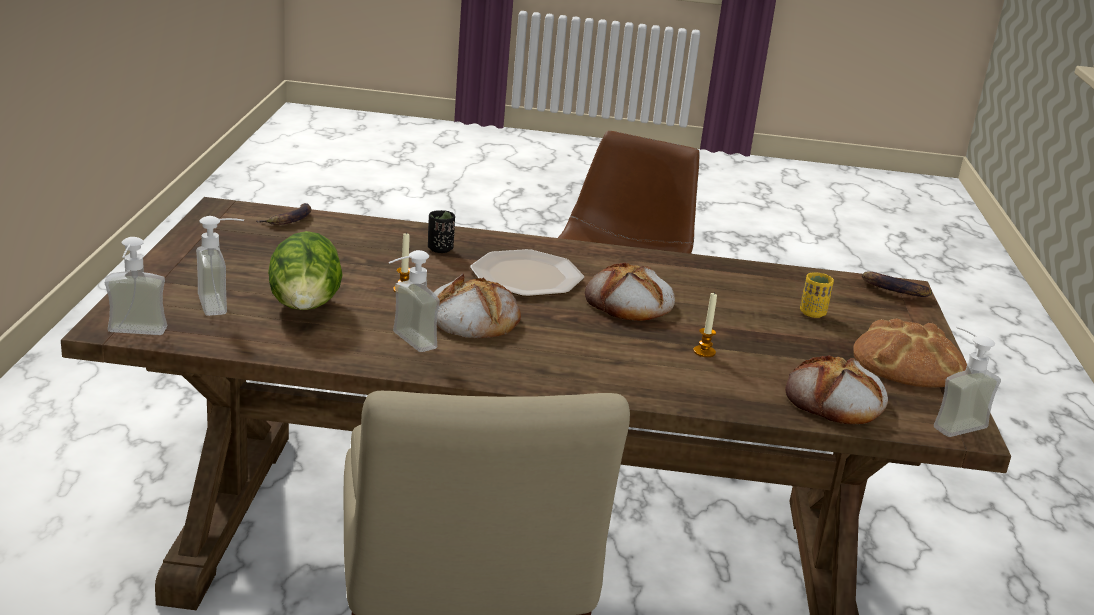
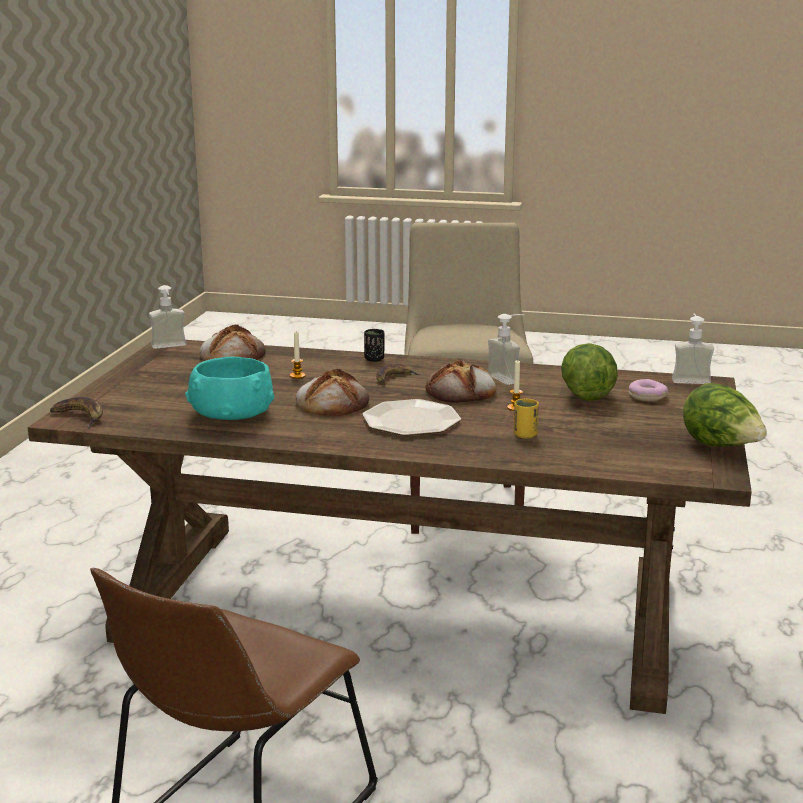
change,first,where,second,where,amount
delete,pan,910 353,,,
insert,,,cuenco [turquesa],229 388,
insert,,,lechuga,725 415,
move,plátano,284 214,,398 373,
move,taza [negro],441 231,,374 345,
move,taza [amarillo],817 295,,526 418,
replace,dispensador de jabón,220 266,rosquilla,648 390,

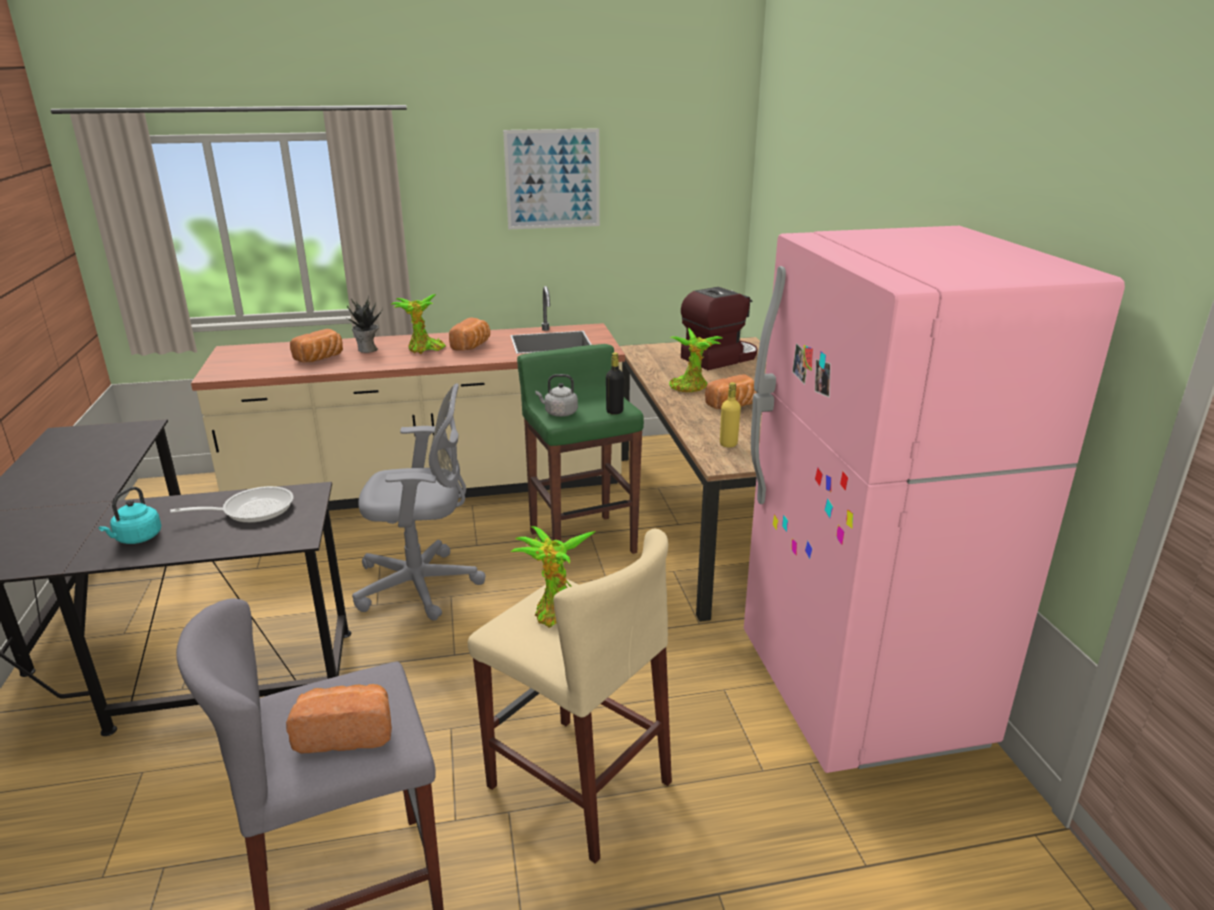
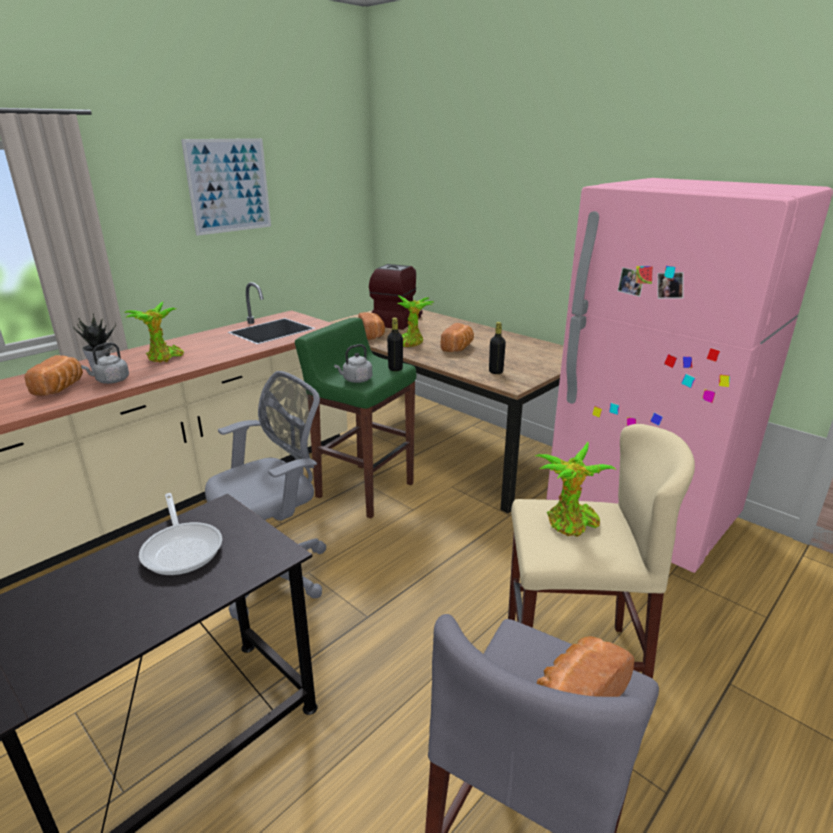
change,first,where,second,where,amount
delete,hervidor [turquesa],130 515,,,
insert,,,hervidor [gris],105 363,
move,pan,469 334,,371 326,
recolor,botella [amarillo],730 415,botella [negro],497 348,
rotate,sartén,231 504,,180 534,120 degrees clockwise

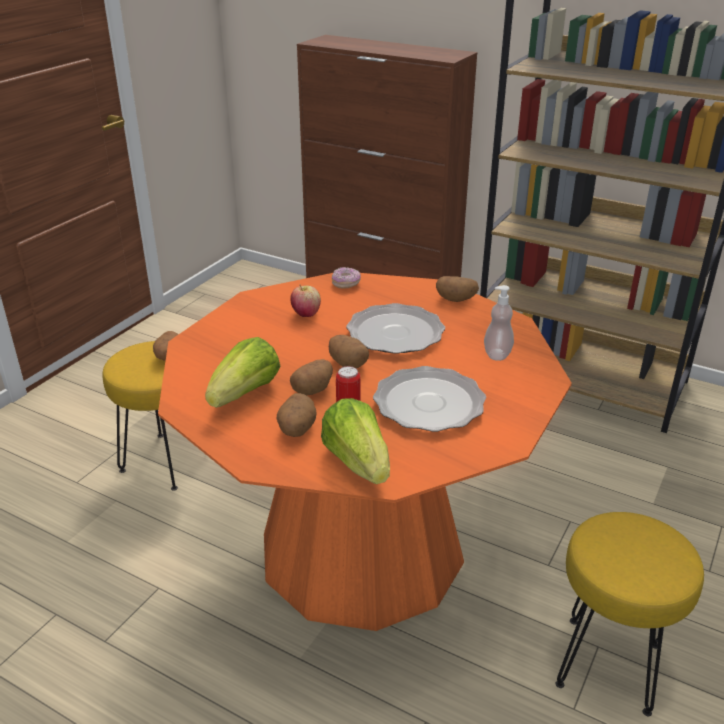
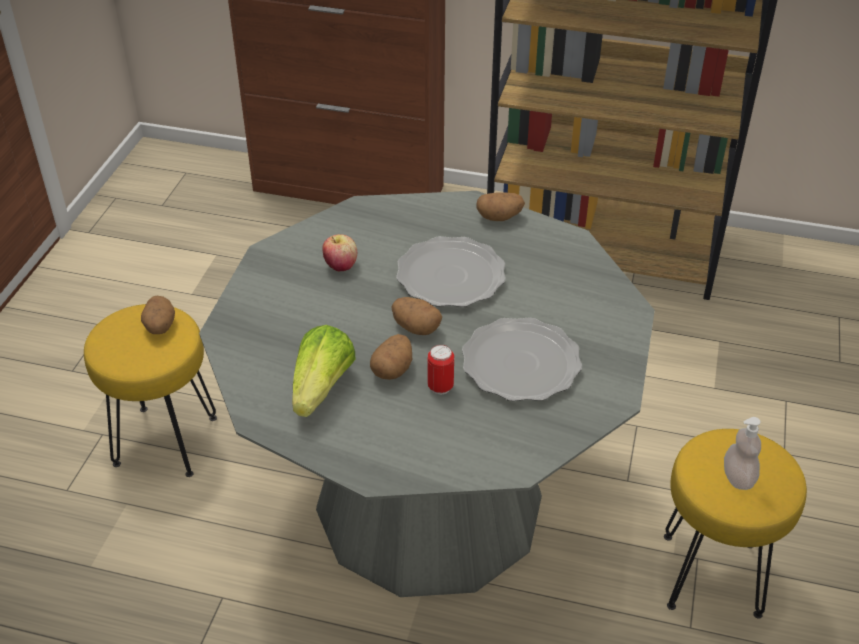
change,first,where,second,where,amount
delete,patata,296 415,,,
delete,lechuga,355 441,,,
delete,rosquilla,346 278,,,
move,dispensador de jabón,499 323,,742 453,
recolor,mesa de comedor [naranja],365 452,mesa de comedor [gris],427 394,

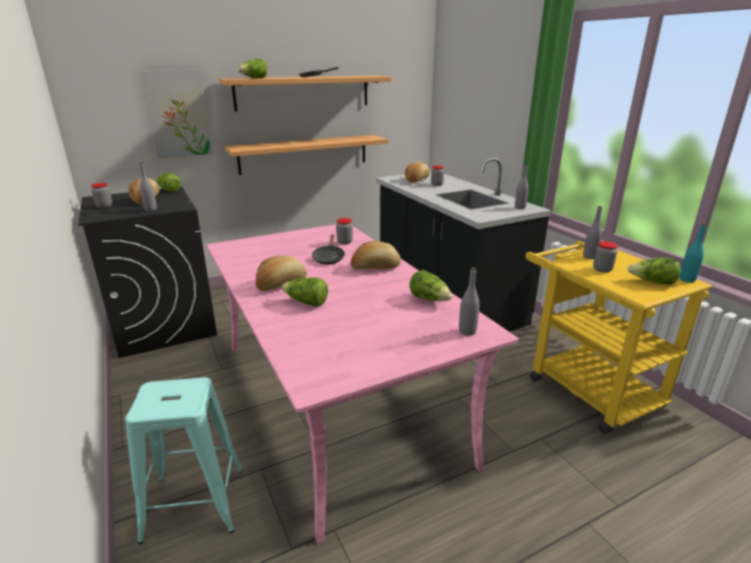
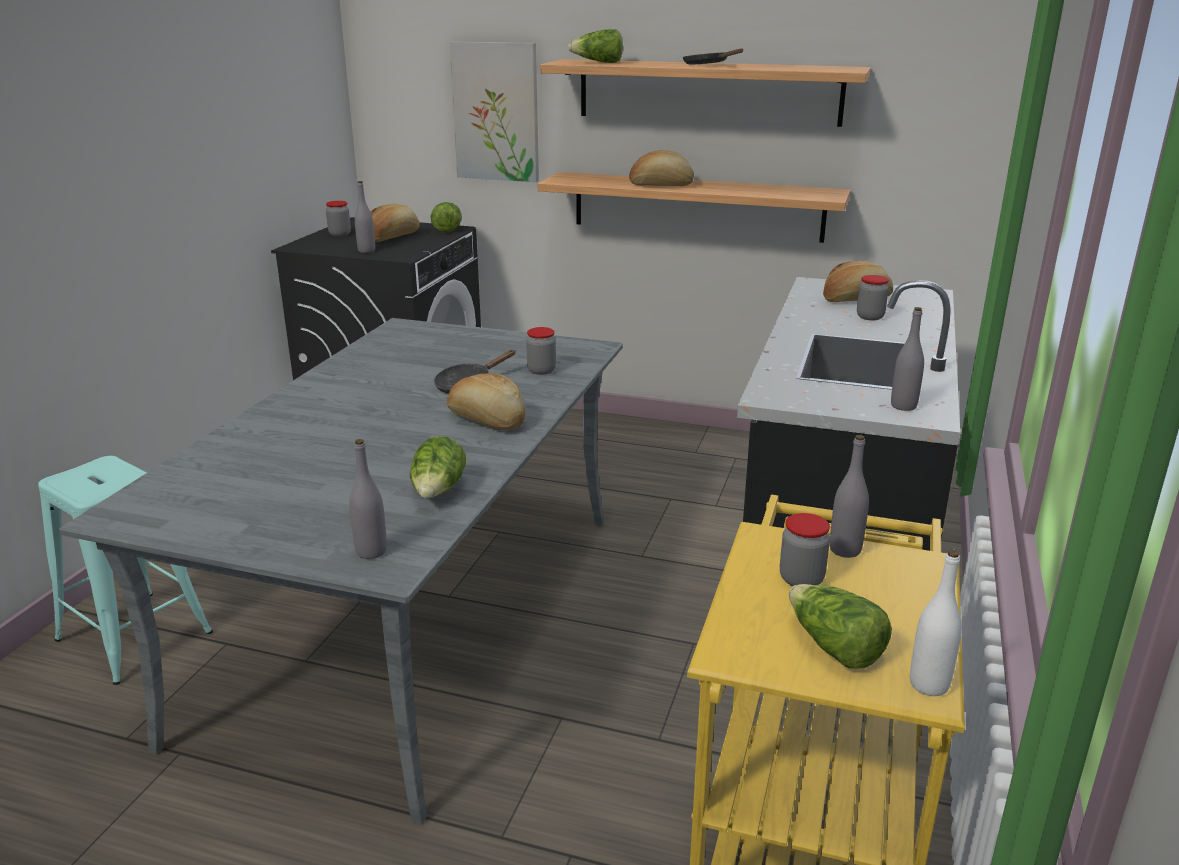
change,first,where,second,where,amount
delete,lechuga,304 292,,,
move,pan,281 273,,661 168,
recolor,mesa de comedor [rosa],362 383,mesa de comedor [gris],341 571,
recolor,botella [turquesa],692 253,botella [blanco],936 622,

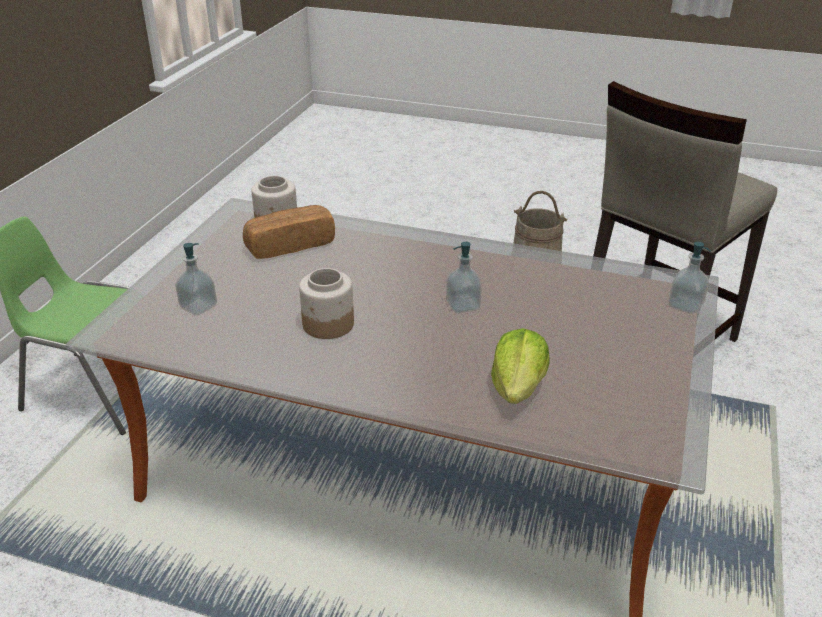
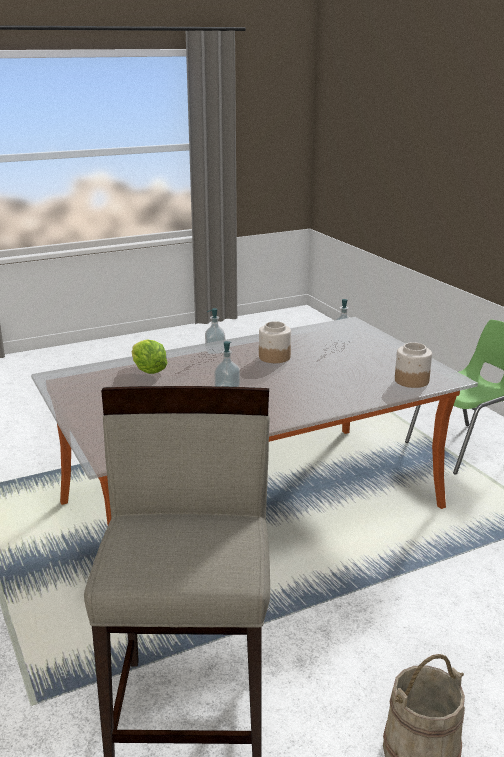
change,first,where,second,where,amount
delete,pan,289 232,,,
move,dispensador de jabón,689 278,,215 331,

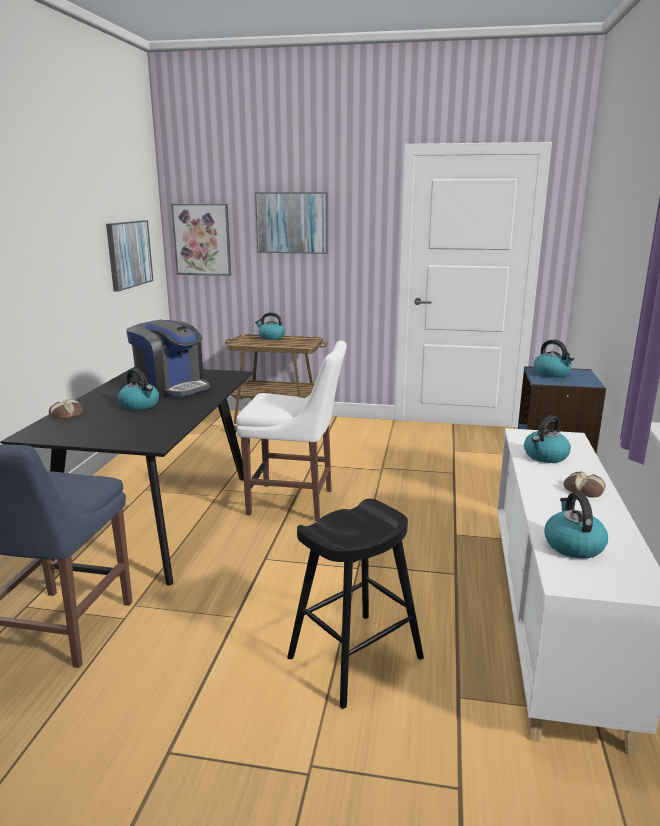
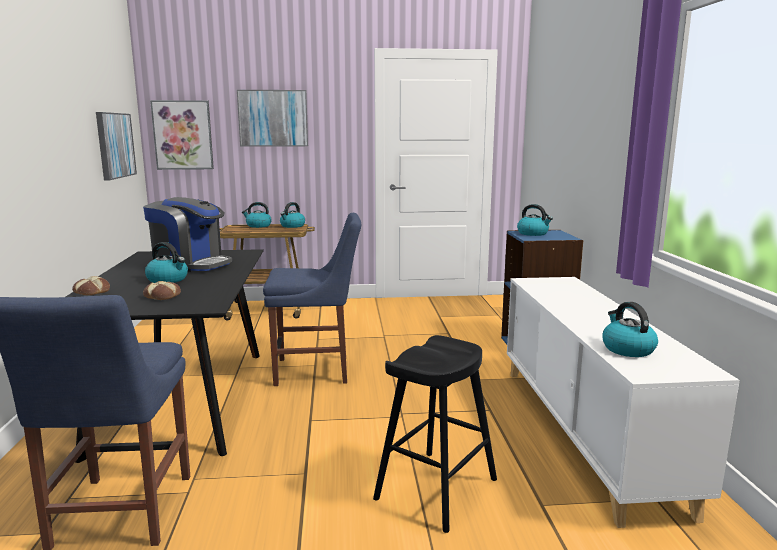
change,first,where,second,where,amount
move,hervidor,547 439,,292 215,
move,pan,584 485,,162 290,
recolor,silla [blanco],291 431,silla [azul],312 299,

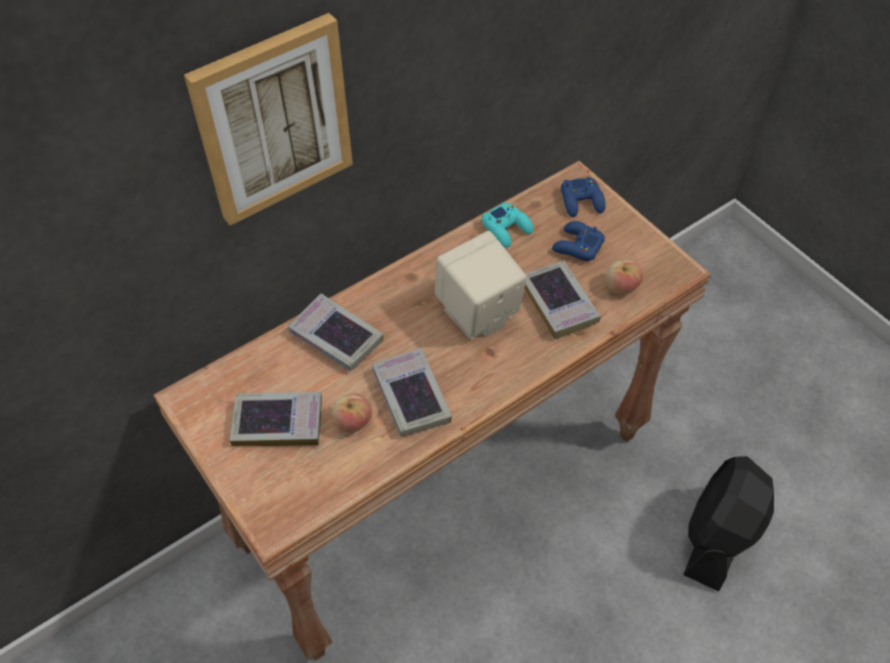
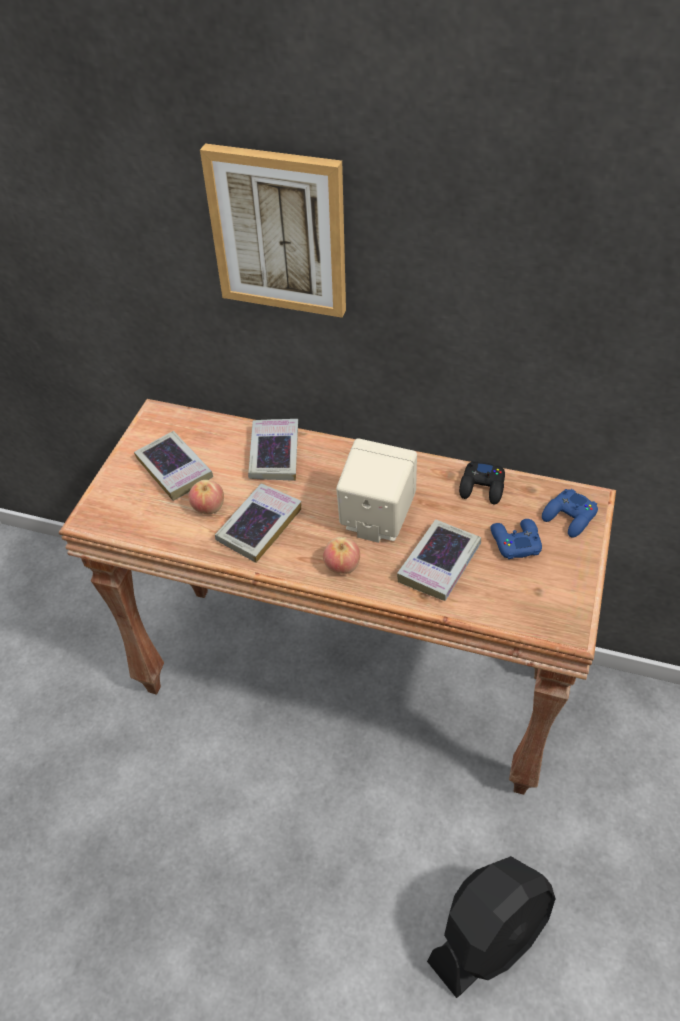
change,first,where,second,where,amount
move,manzana,624 277,,341 555,
recolor,mando de consola [turquesa],507 225,mando de consola [negro],482 482,
rotate,ventilador [negro],728 523,,491 927,150 degrees clockwise

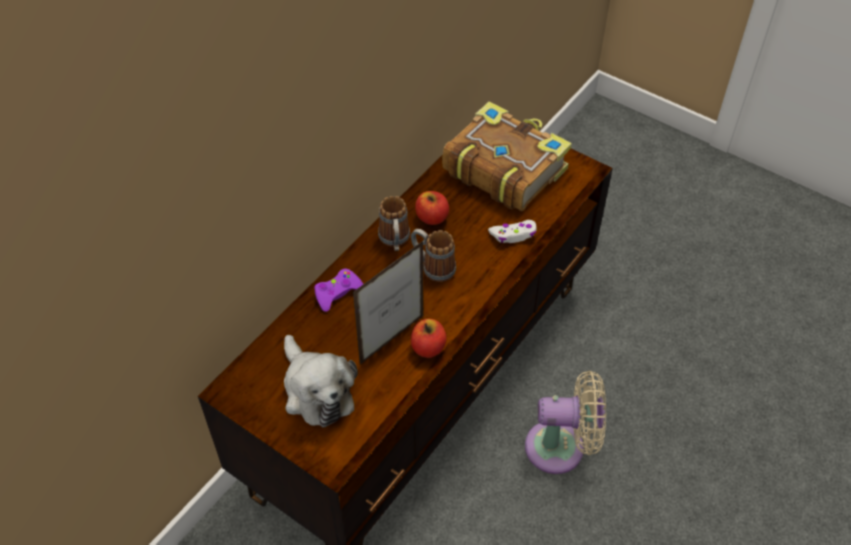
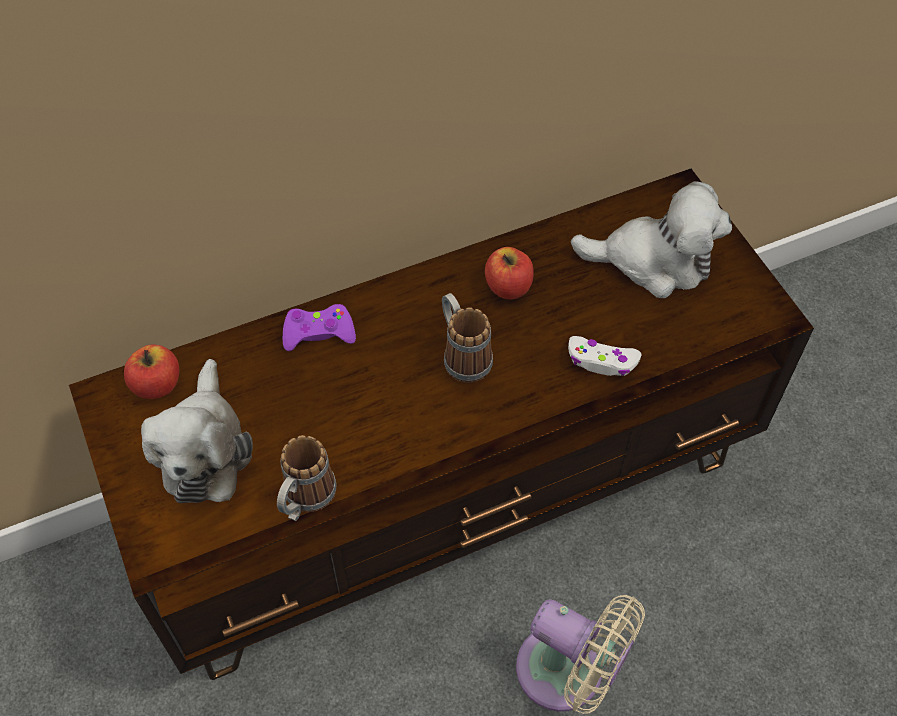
change,first,where,second,where,amount
delete,portarretratos,388 302,,,
move,taza grande,394 223,,307 478,
move,manzana,429 338,,151 372,
replace,libro,507 156,peluche,651 239,

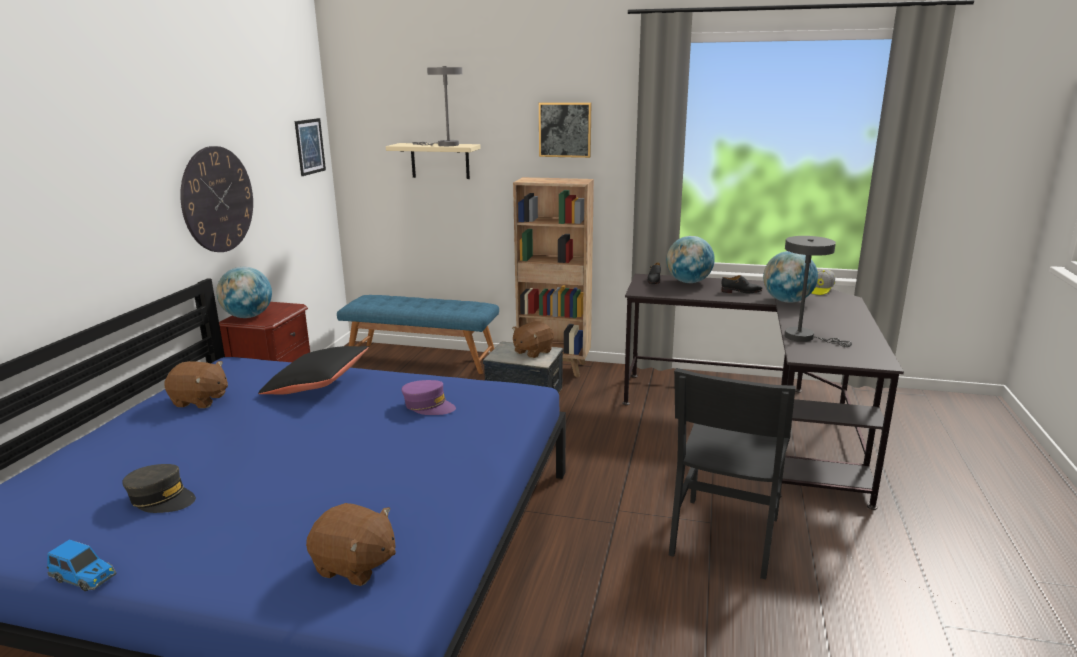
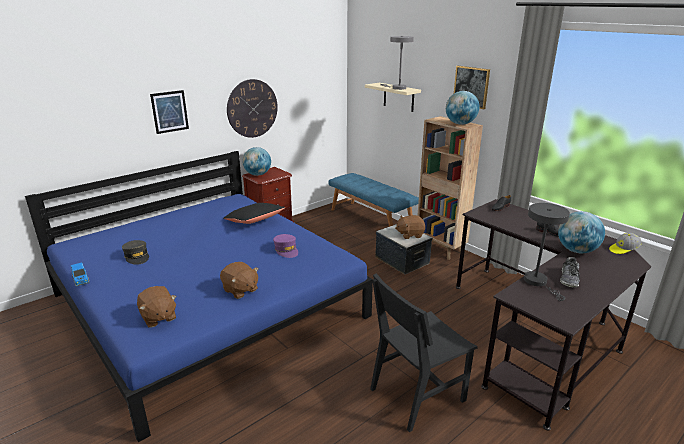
change,first,where,second,where,amount
insert,,,zapato,570 272,
move,peluche [marrón],196 384,,239 280,
move,cuadro,310 147,,169 112,
move,globo terráqueo,690 259,,462 108,

